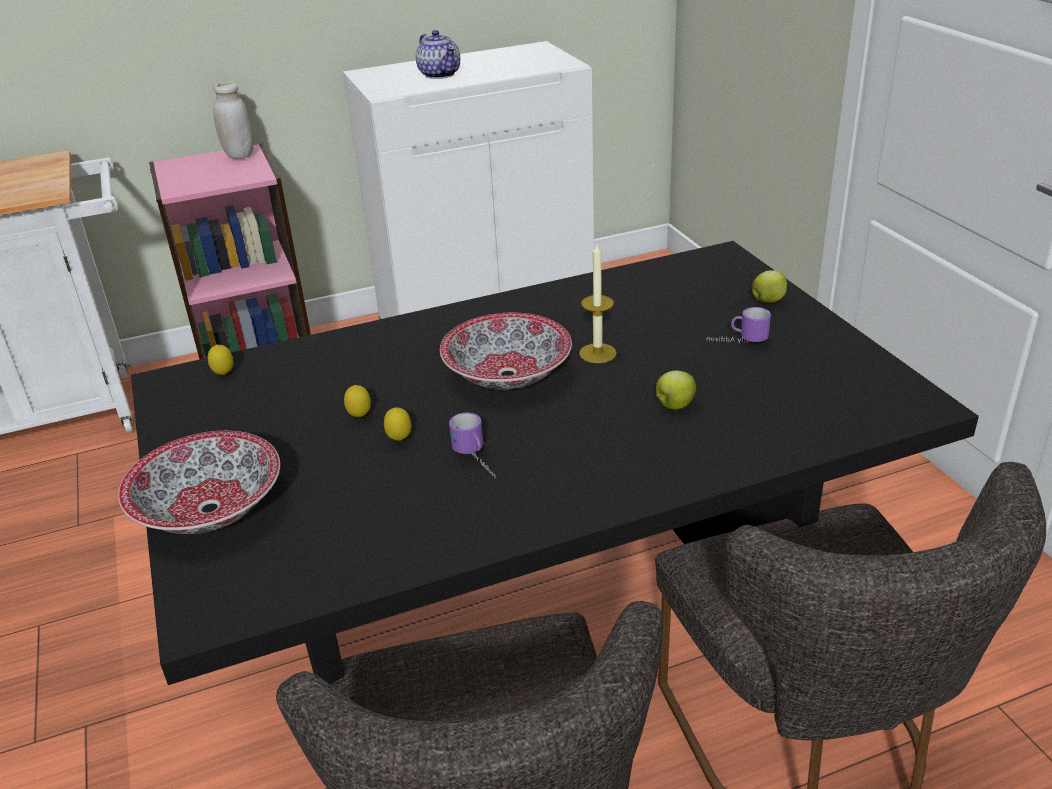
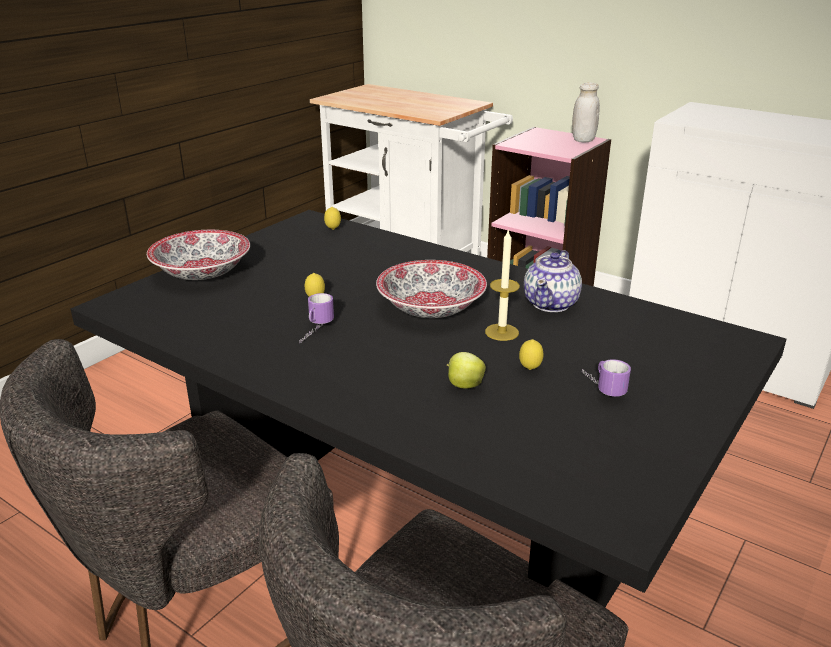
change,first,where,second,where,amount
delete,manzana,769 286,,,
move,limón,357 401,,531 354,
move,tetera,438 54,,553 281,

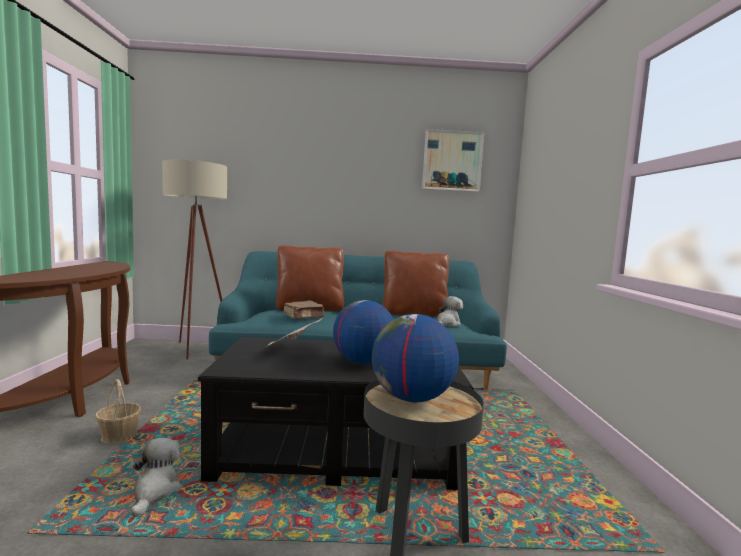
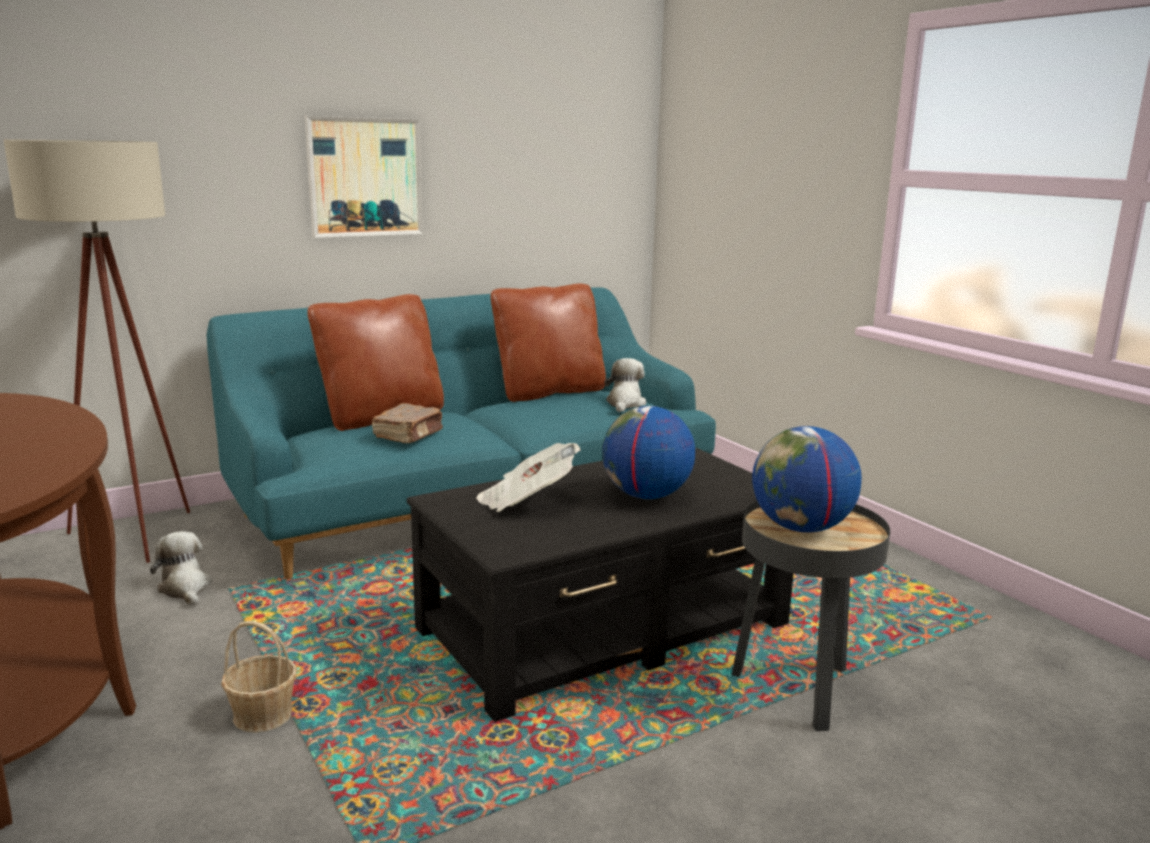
change,first,where,second,where,amount
move,peluche,156 477,,181 568,
move,cuadro,453 160,,363 177,

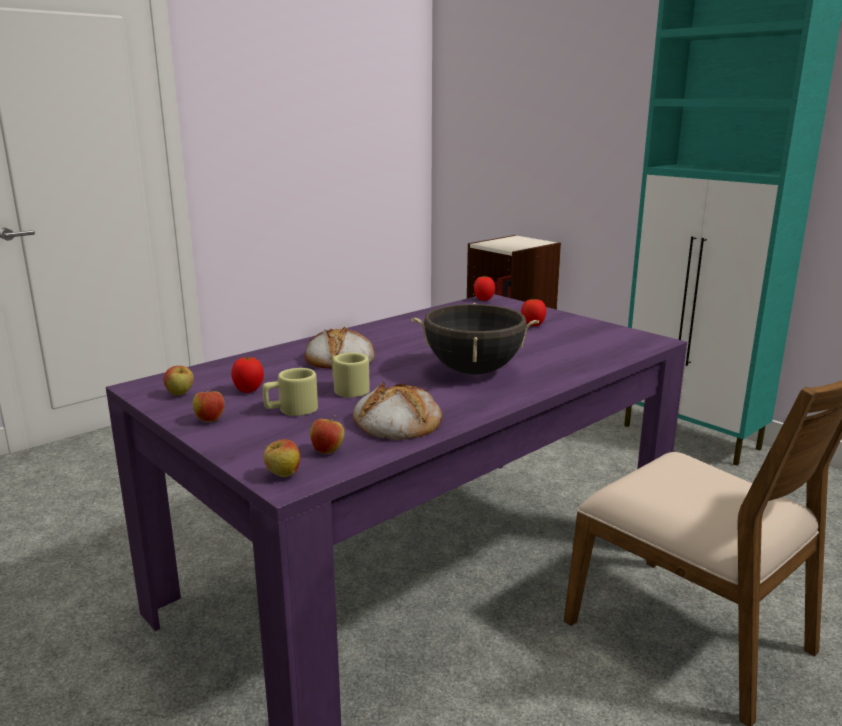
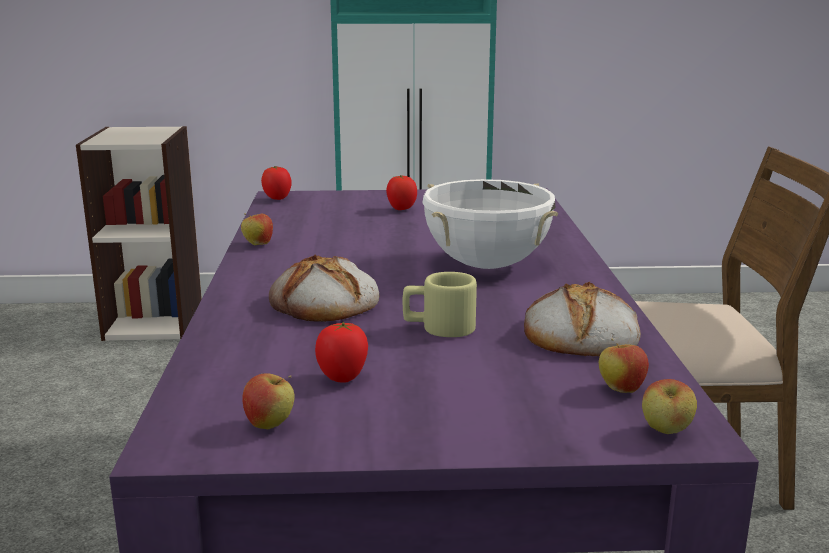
change,first,where,second,where,amount
delete,taza grande [beis],290 392,,,
move,manzana,209 404,,257 229,
recolor,olla [negro],476 338,olla [blanco],491 224,

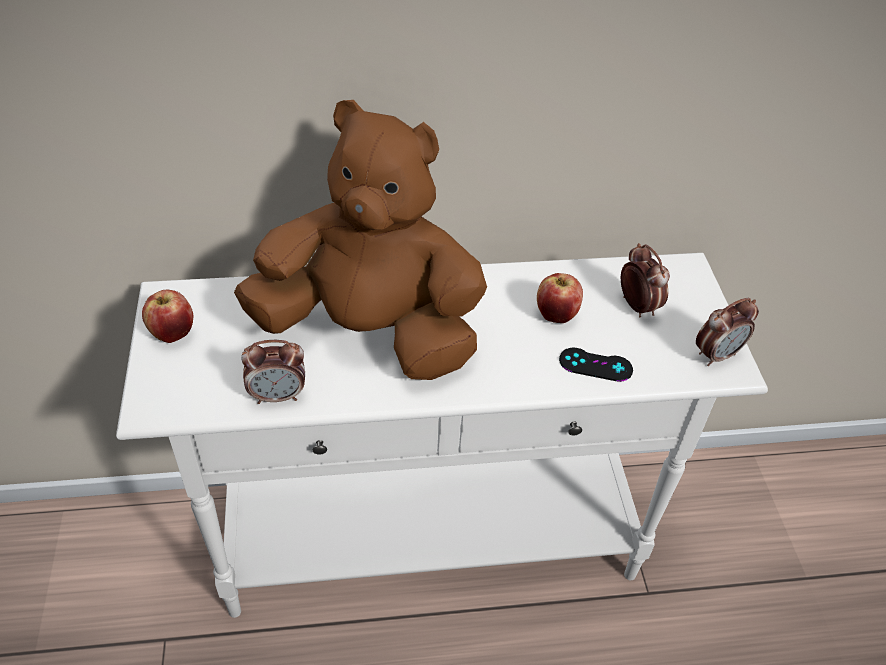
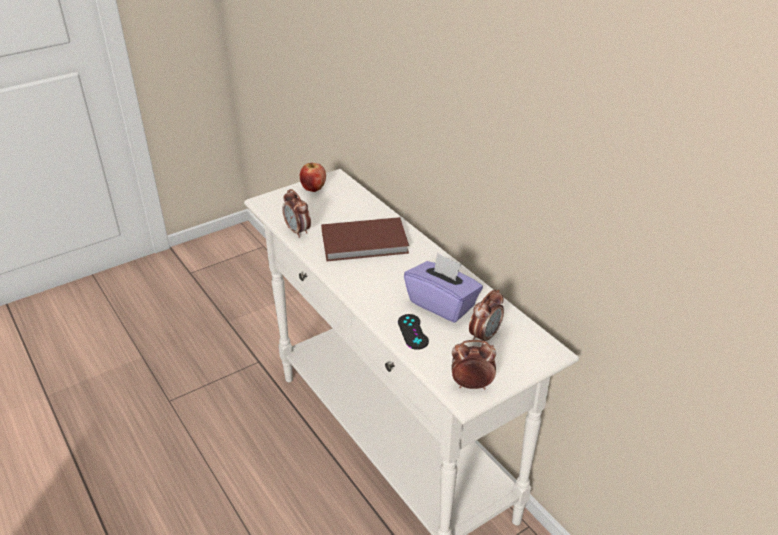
change,first,where,second,where,amount
replace,peluche [marrón],360 240,libro [marrón],365 239,
replace,manzana,560 298,caja de pañuelos [morado],443 287,
rotate,despertador,727 332,,474 365,150 degrees clockwise

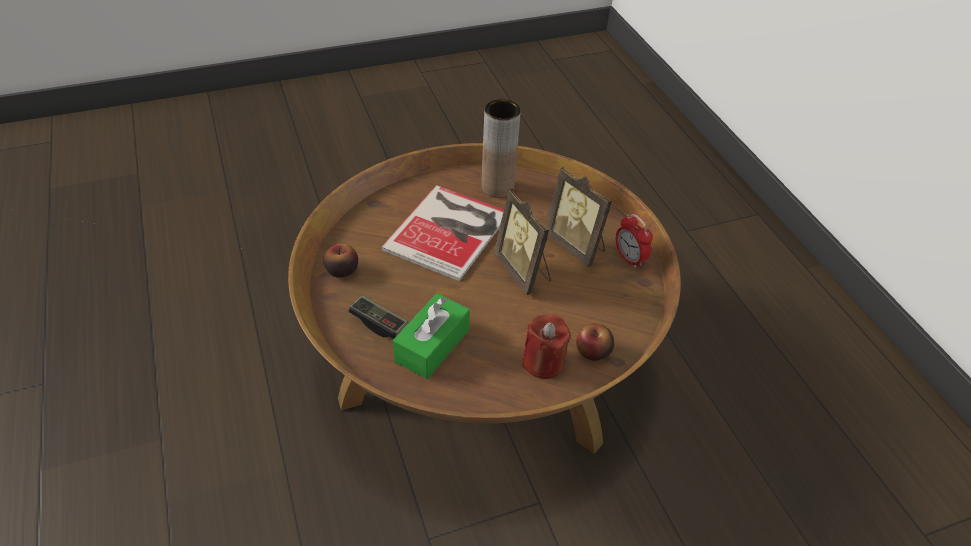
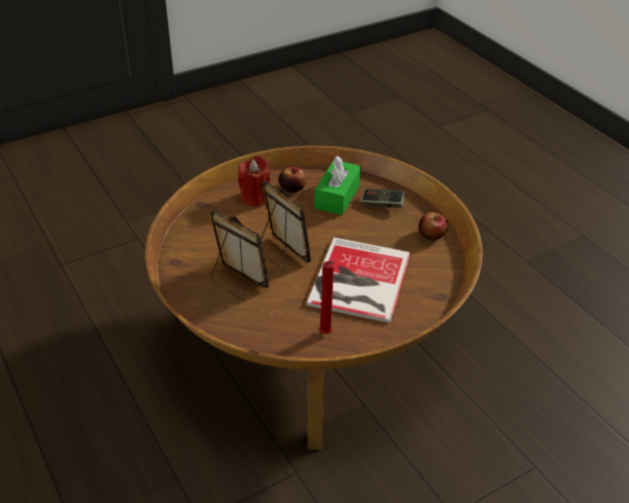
change,first,where,second,where,amount
delete,despertador,634 241,,,
move,manzana,595 342,,292 180,
replace,florero [marrón],501 148,vela [rojo],326 297,

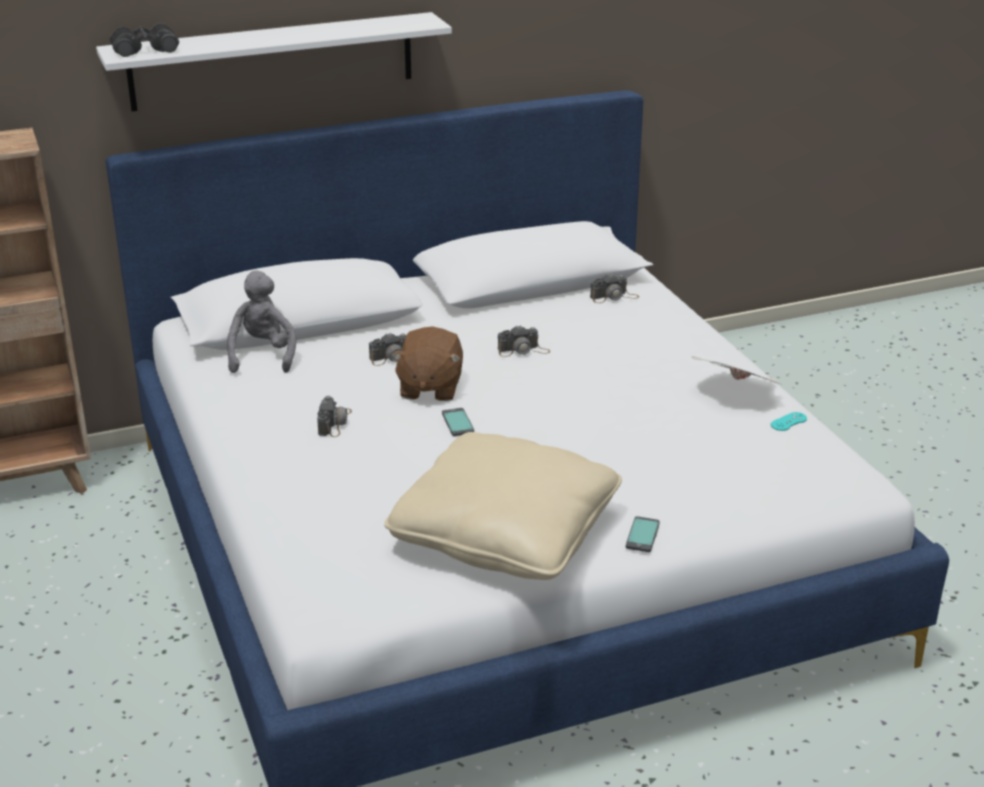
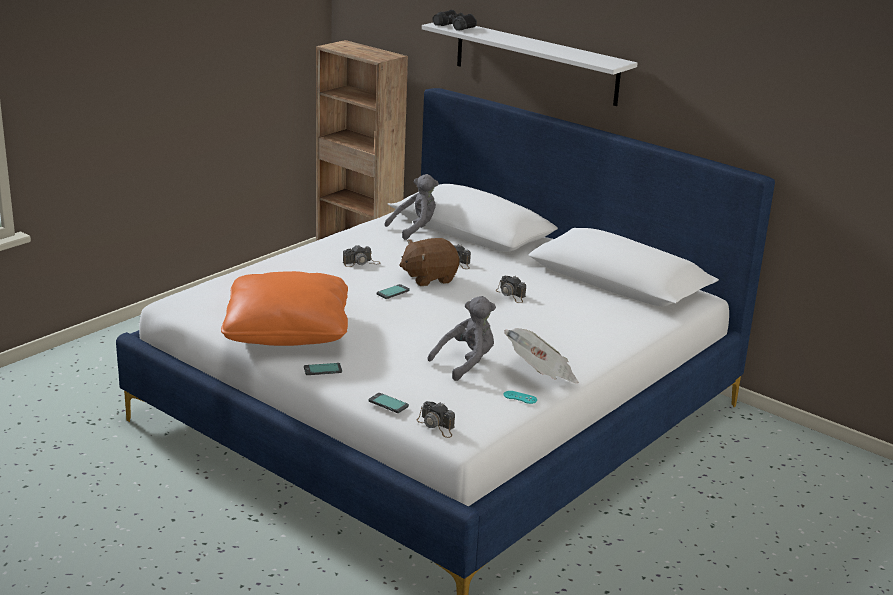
change,first,where,second,where,amount
insert,,,móvil,389 403,
insert,,,peluche [gris],462 338,
move,cámara,614 288,,435 419,
recolor,cojín [beis],503 506,cojín [naranja],284 308,

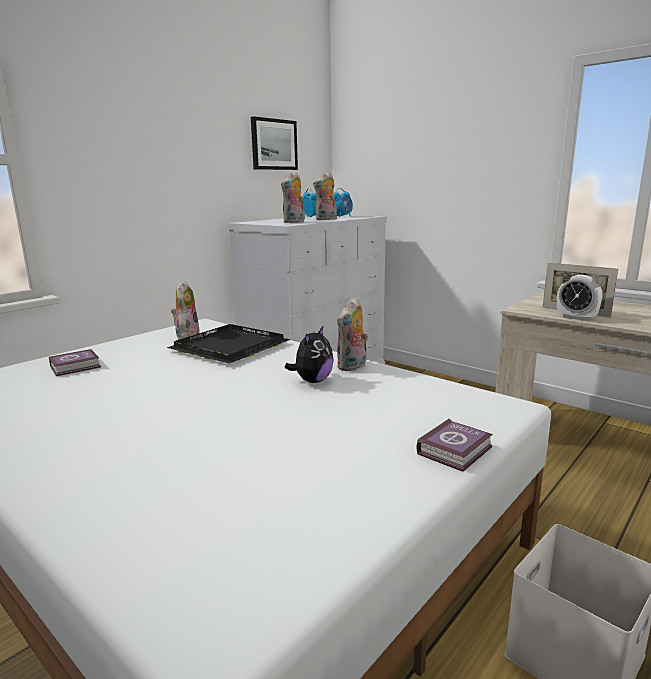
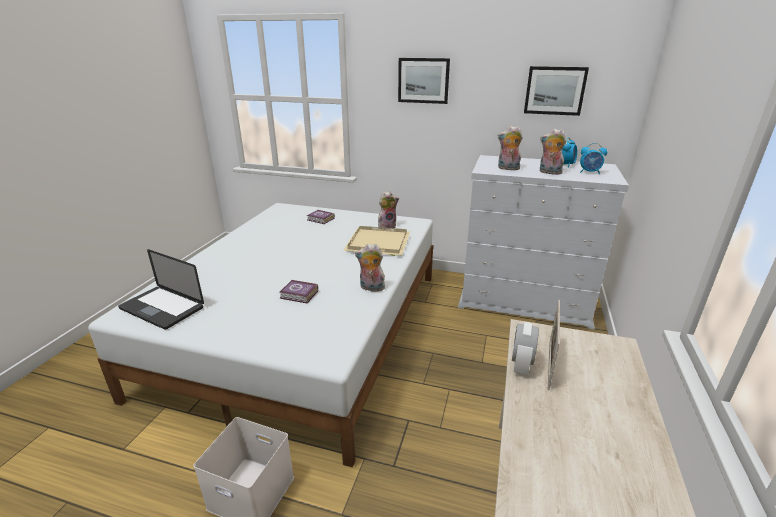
change,first,where,second,where,amount
delete,peluche,309 354,,,
insert,,,portátil,161 289,
insert,,,cuadro,424 81,
move,libro,455 445,,299 291,
recolor,bandeja [negro],229 344,bandeja [beis],376 241,

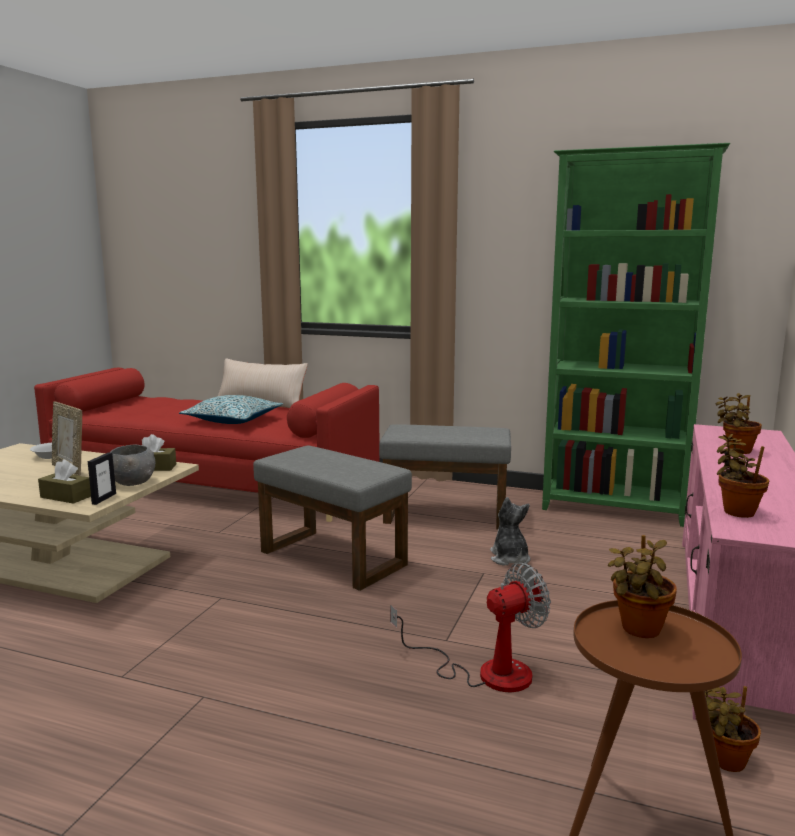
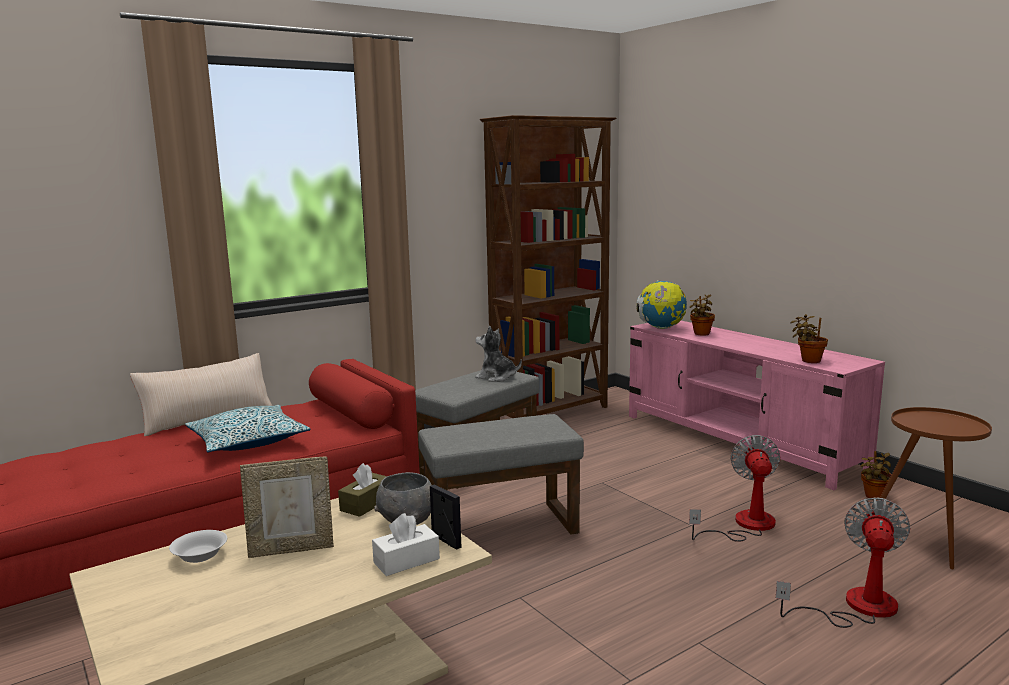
change,first,where,second,where,amount
delete,planta en maceta,642 586,,,
insert,,,globo terráqueo,662 304,
insert,,,ventilador,843 562,
move,peluche,510 531,,498 354,
recolor,caja de pañuelos [marrón],64 481,caja de pañuelos [blanco],406 544,
recolor,estantería [verde],636 335,estantería [marrón],548 266,

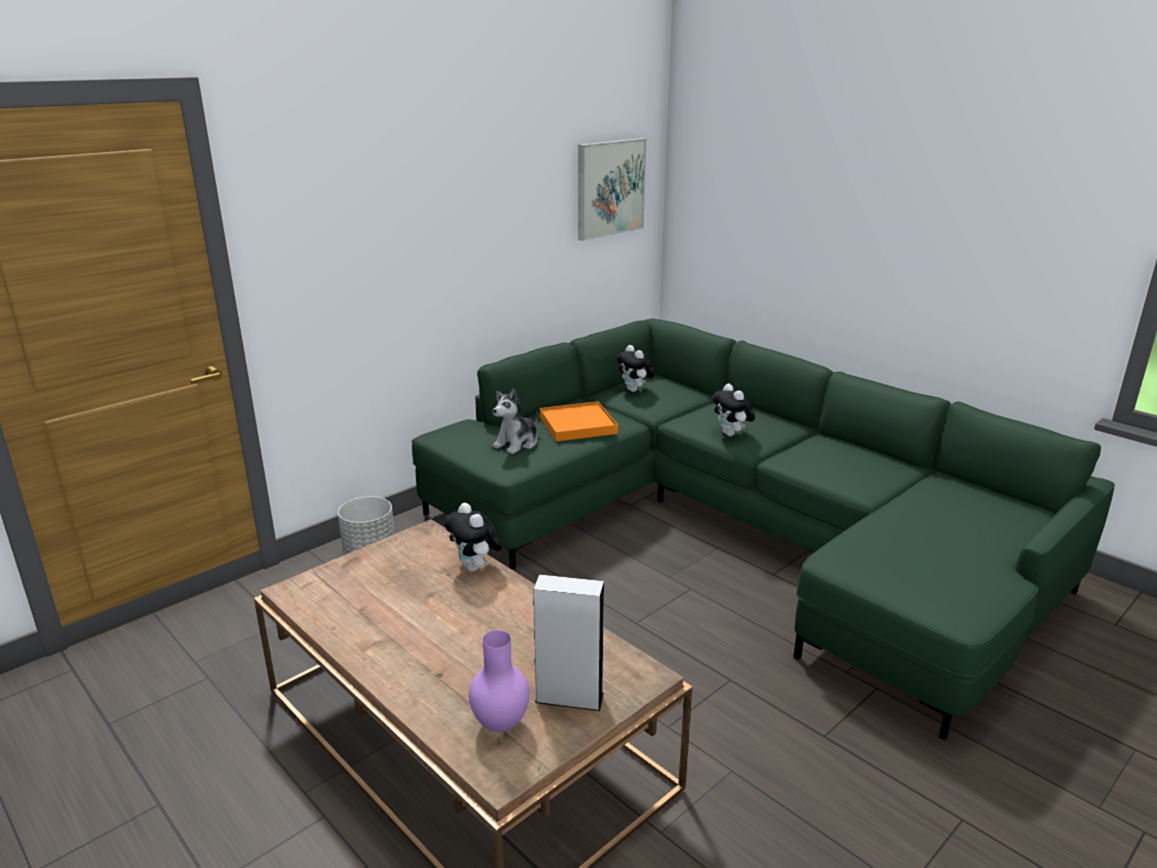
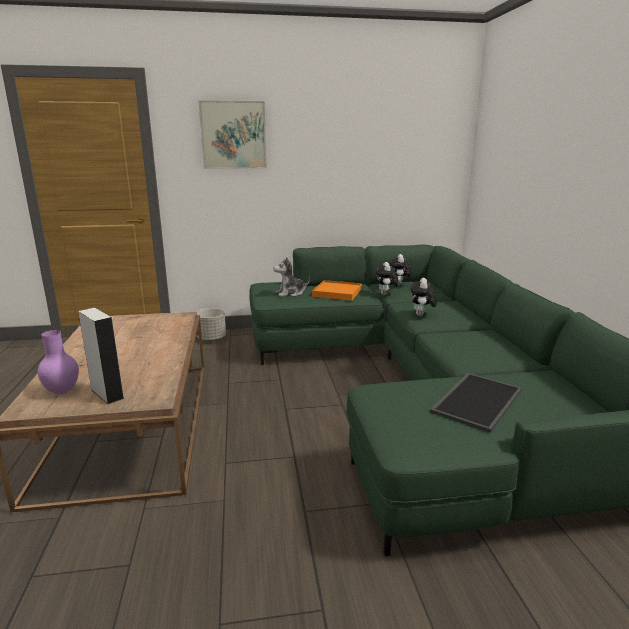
change,first,where,second,where,amount
insert,,,bandeja,476 403,
move,peluche,473 537,,387 278,
move,cuadro,612 189,,232 134,

